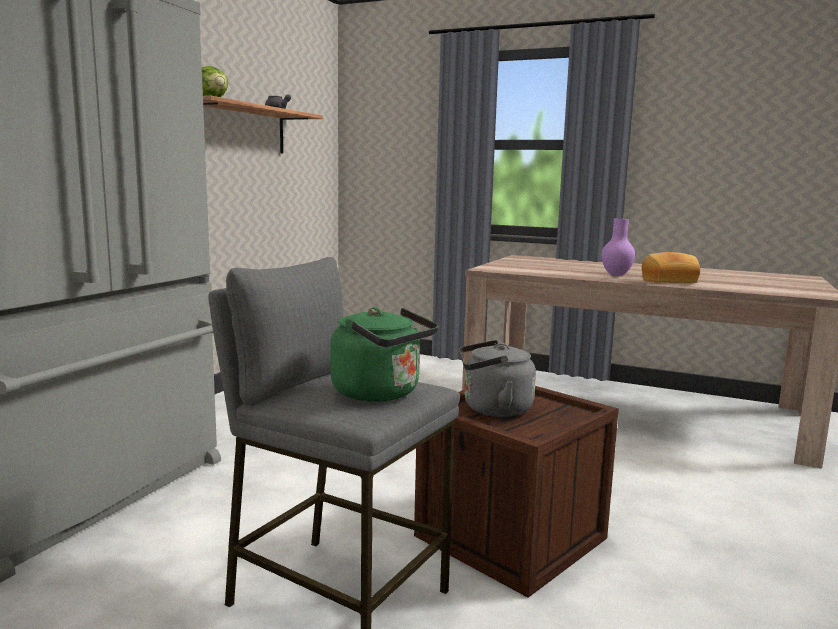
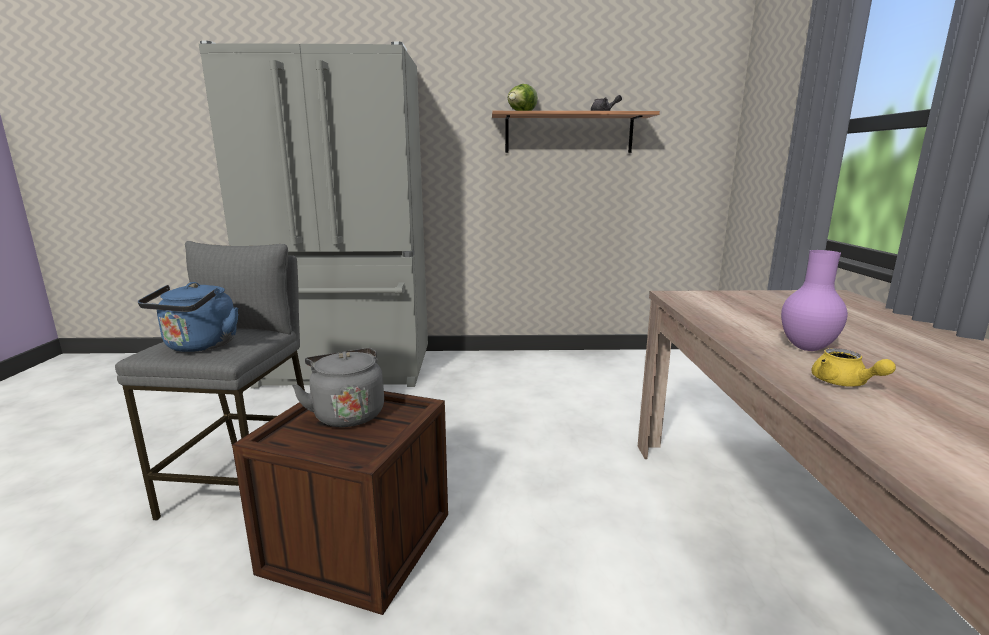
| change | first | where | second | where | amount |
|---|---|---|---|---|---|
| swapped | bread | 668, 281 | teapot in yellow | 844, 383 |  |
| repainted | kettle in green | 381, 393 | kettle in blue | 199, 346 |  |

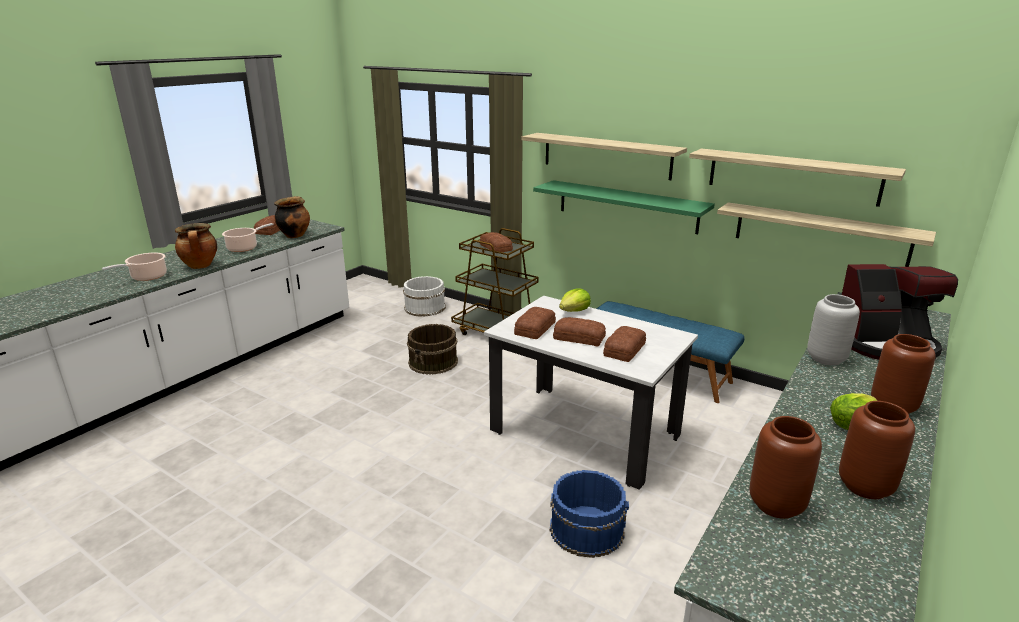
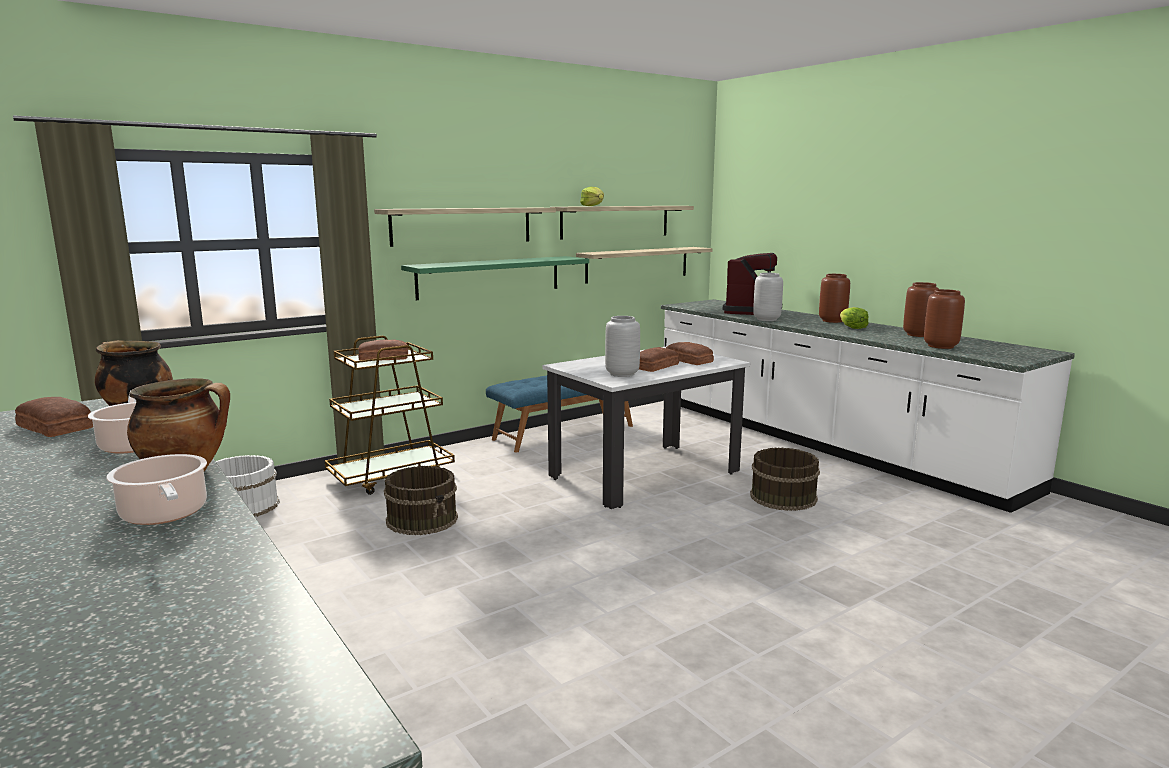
| change | first | where | second | where | amount |
|---|---|---|---|---|---|
| shifted | lettuce | 574, 311 |  | 593, 206 |  |
| swapped | bread | 534, 328 | vase in grey | 622, 374 |  |
| repainted | bucket in blue | 587, 529 | bucket in brown | 782, 497 |  |

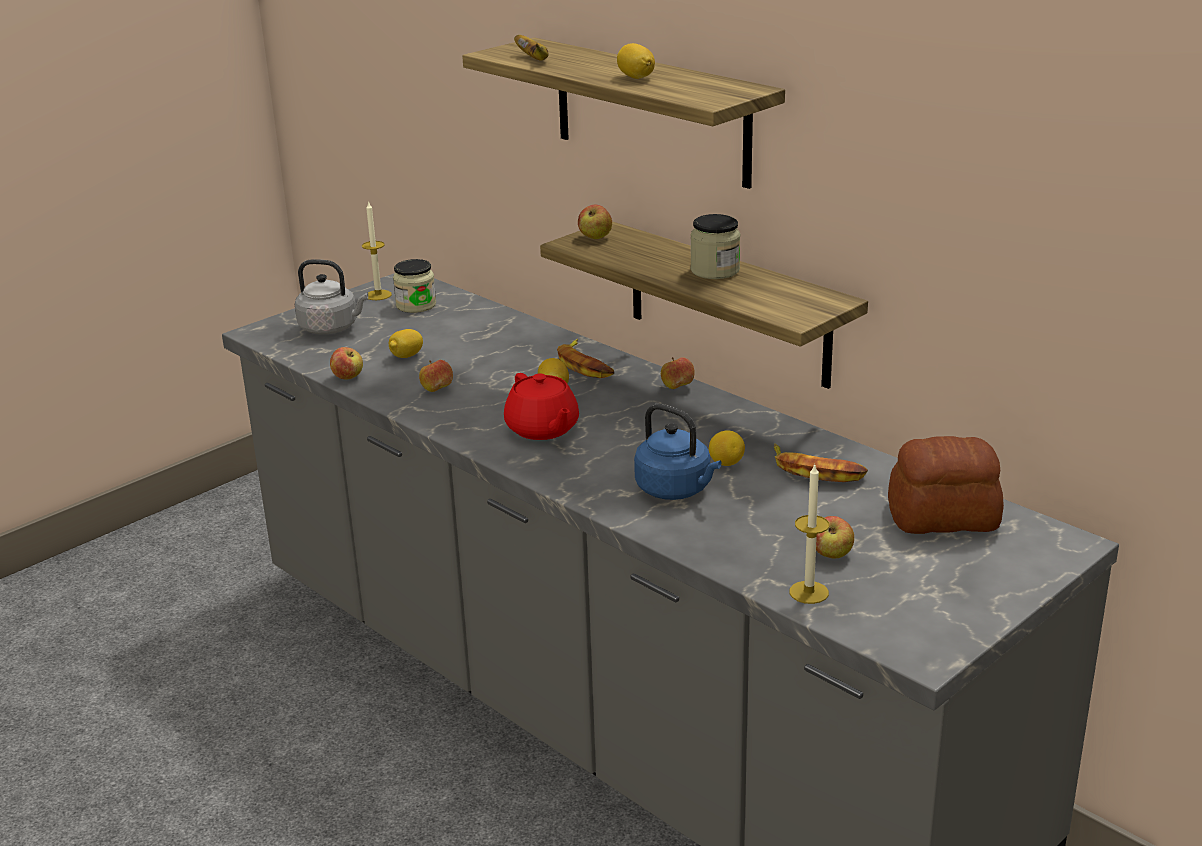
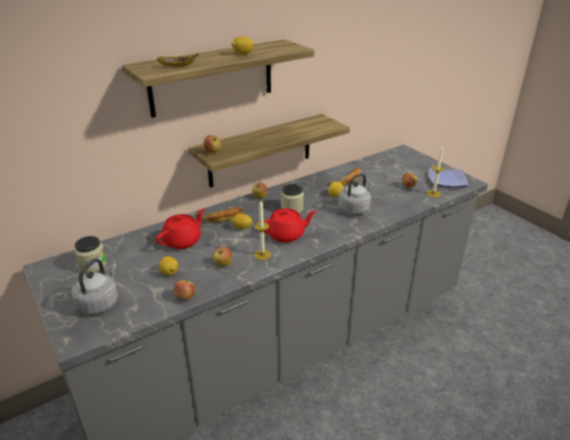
| change | first | where | second | where | amount |
|---|---|---|---|---|---|
| gone | bread | 944, 517 |  |  |  |
| new |  |  | teapot in red | 183, 241 |  |
| new |  |  | plate | 447, 180 |  |
| shifted | candle | 378, 295 |  | 262, 255 |  |
| shifted | jar | 715, 270 |  | 292, 209 |  |
| repainted | kettle in blue | 676, 490 | kettle in grey | 355, 209 |  |

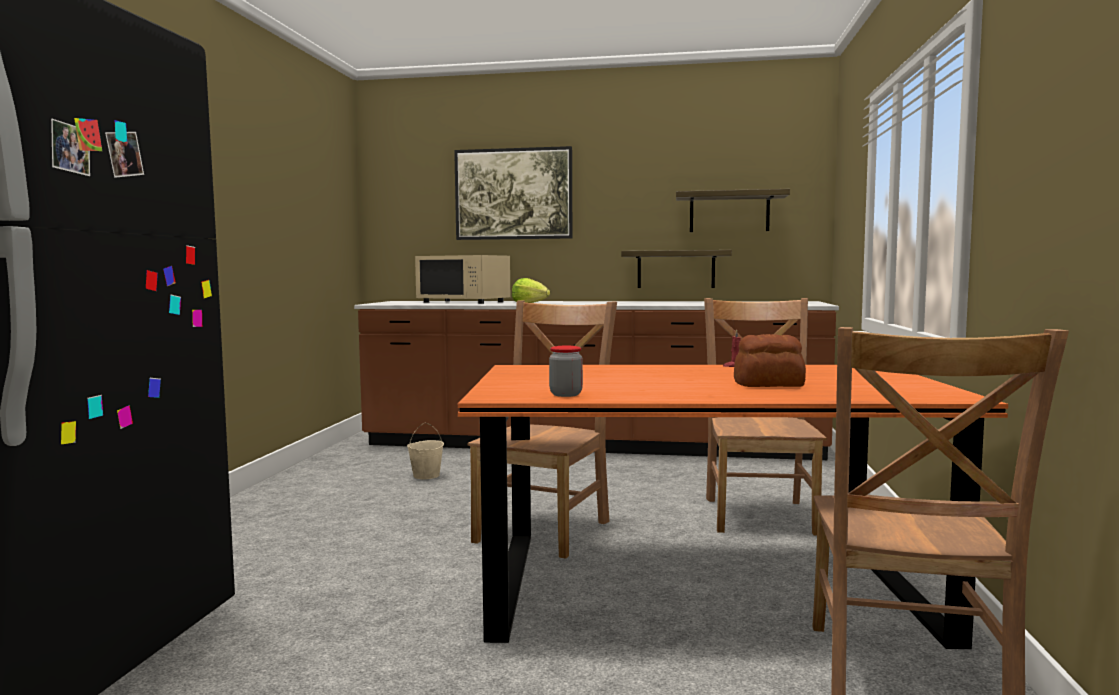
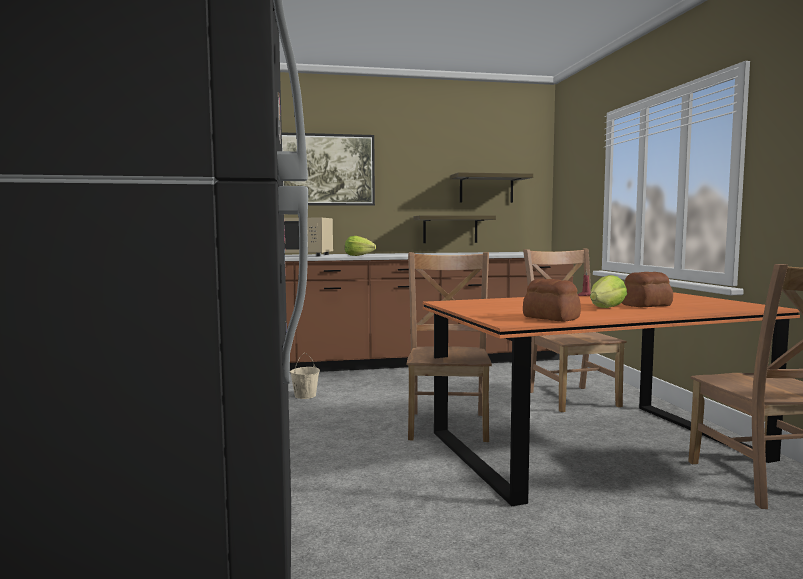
| change | first | where | second | where | amount |
|---|---|---|---|---|---|
| new |  |  | lettuce | 606, 308 |  |
| swapped | jar | 566, 394 | bread | 551, 318 |  |

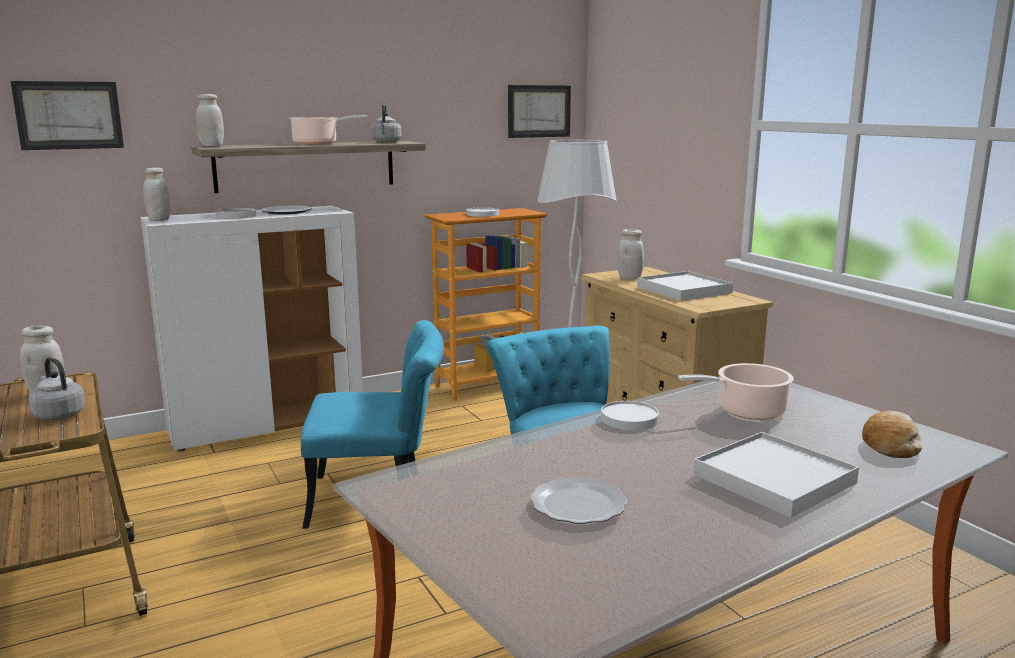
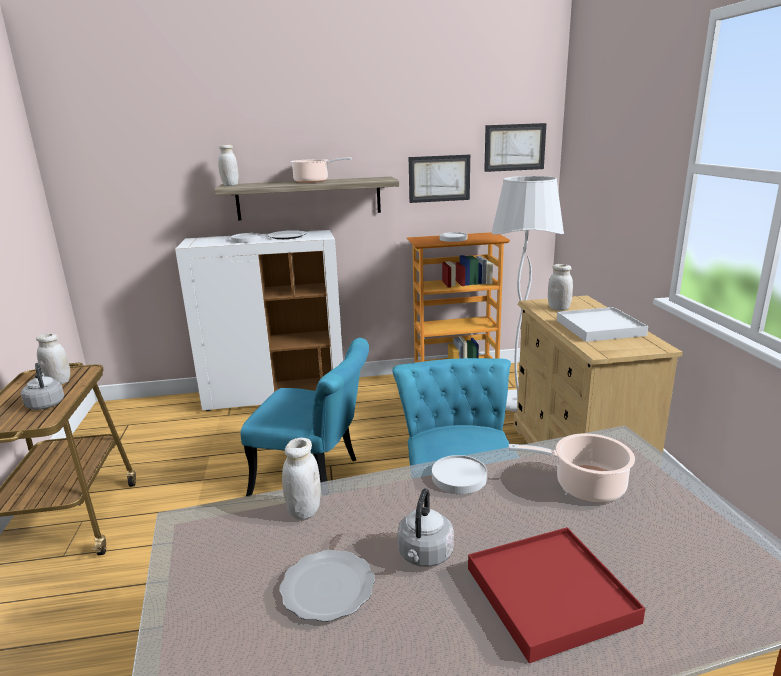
| change | first | where | second | where | amount |
|---|---|---|---|---|---|
| gone | bread | 890, 444 |  |  |  |
| shifted | picture | 69, 115 |  | 439, 178 |  |
| shifted | jar in white | 159, 220 |  | 304, 510 |  |
| shifted | kettle in grey | 386, 142 |  | 424, 556 |  |
| repainted | tray in white | 774, 479 | tray in red | 549, 595 |  |

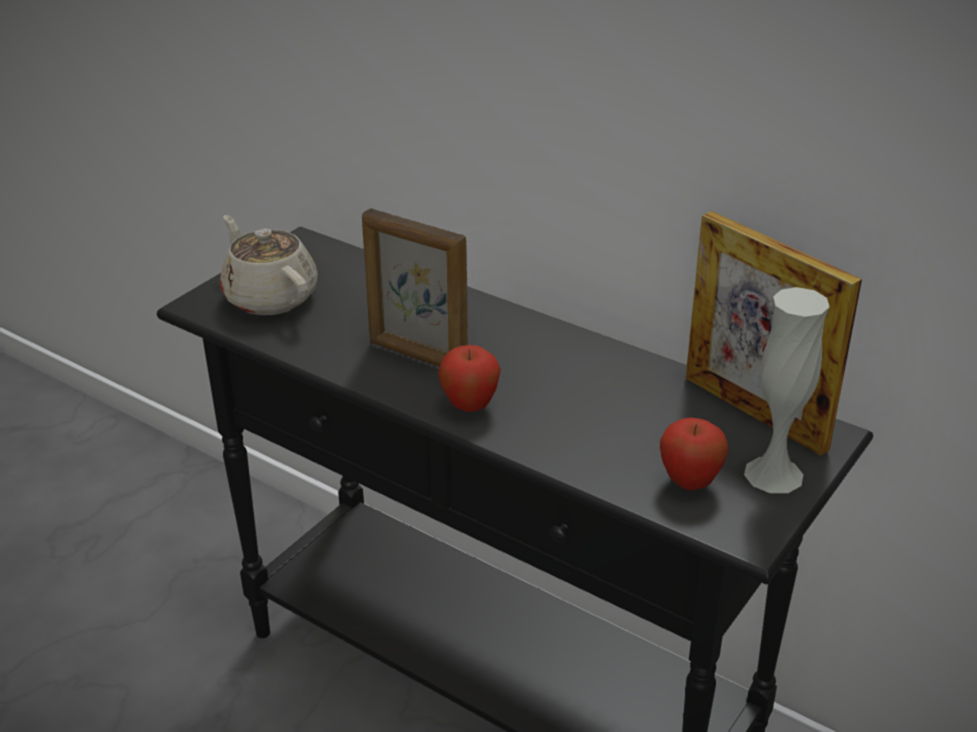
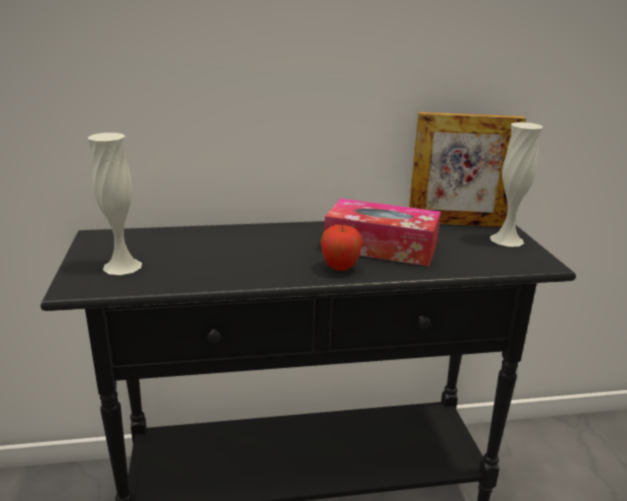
| change | first | where | second | where | amount |
|---|---|---|---|---|---|
| gone | picture frame | 417, 356 |  |  |  |
| gone | apple | 689, 482 |  |  |  |
| new |  |  | tissue box | 381, 247 |  |
| swapped | teapot in beige | 270, 297 | vase in white | 122, 266 |  |

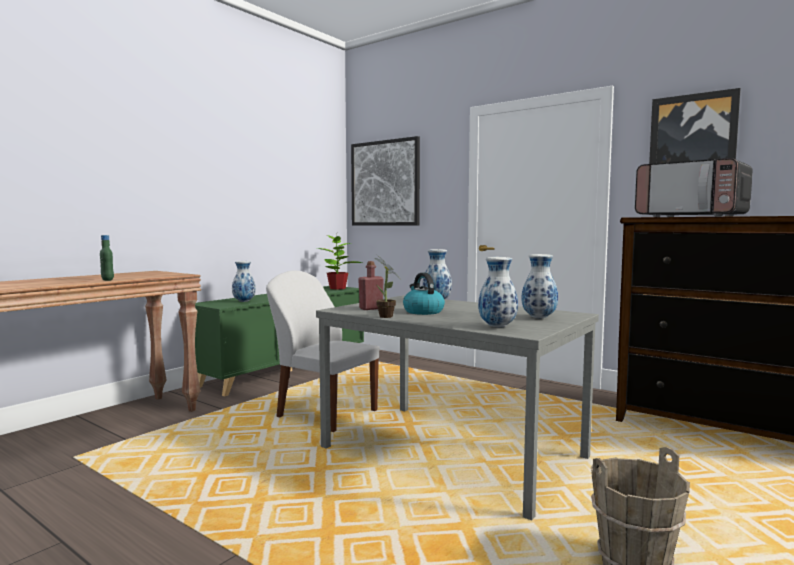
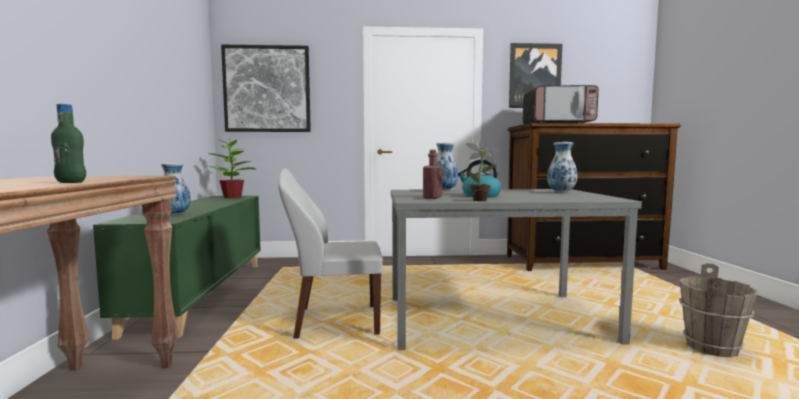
| change | first | where | second | where | amount |
|---|---|---|---|---|---|
| gone | vase | 498, 326 |  |  |  |

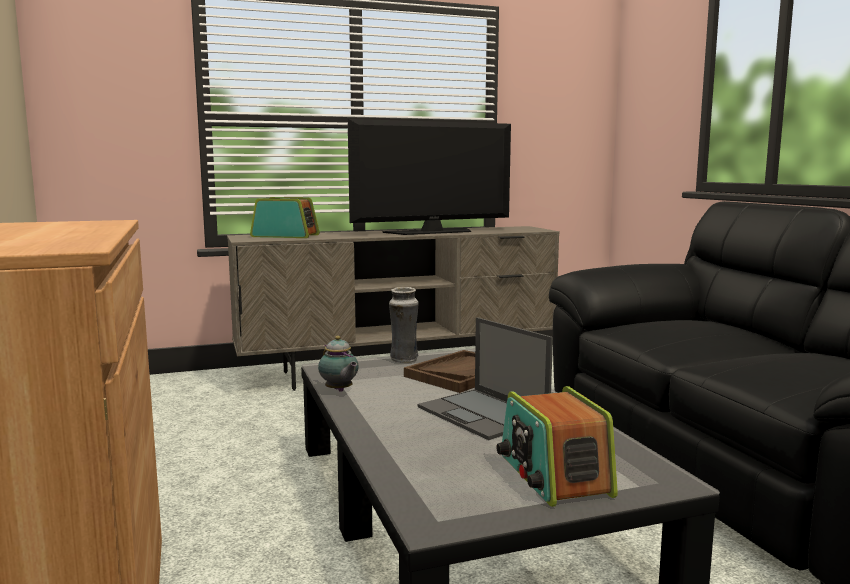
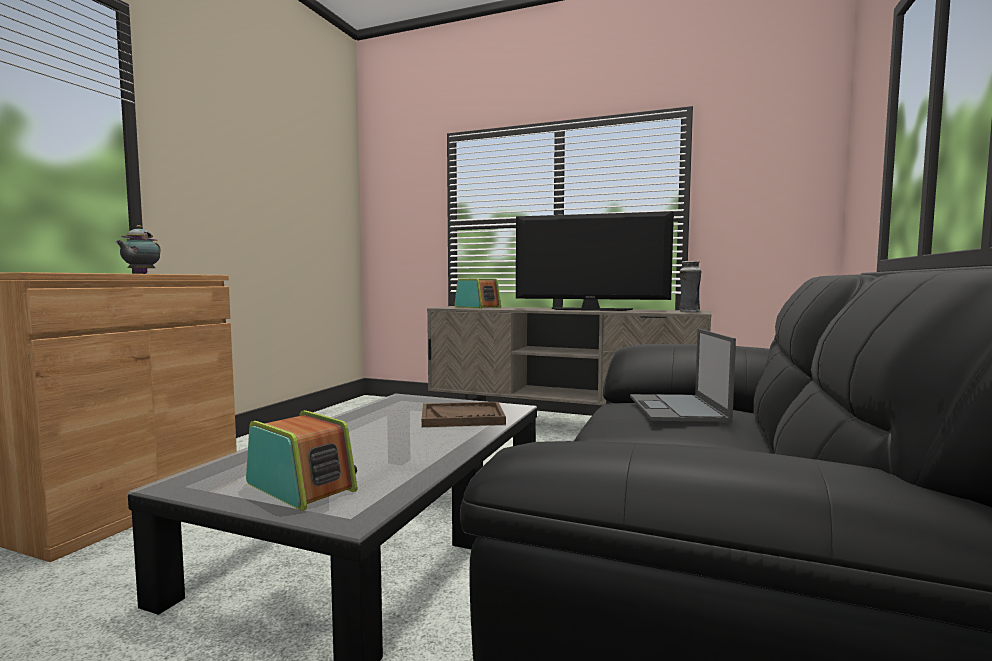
| change | first | where | second | where | amount |
|---|---|---|---|---|---|
| shifted | teapot | 339, 391 |  | 140, 273 |  |
| shifted | vase | 404, 360 |  | 689, 312 |  |
| shifted | laptop | 483, 414 |  | 677, 409 |  |
| rotated | radio | 553, 475 |  | 301, 487 | 105 degrees clockwise |

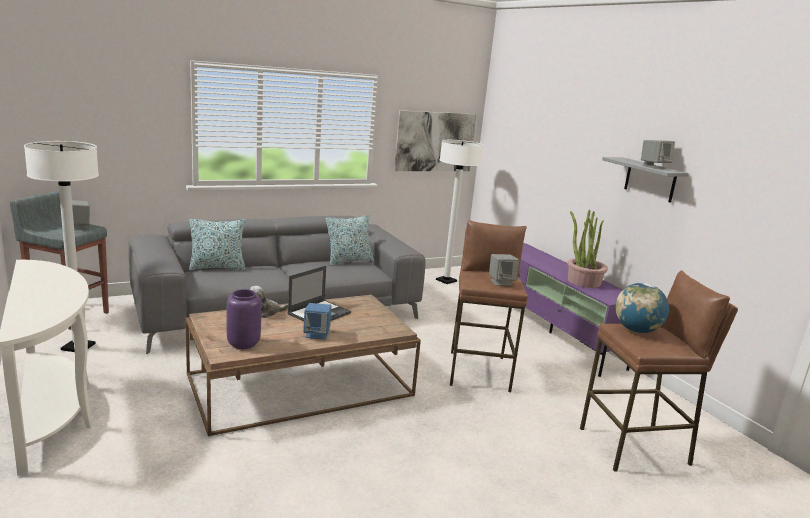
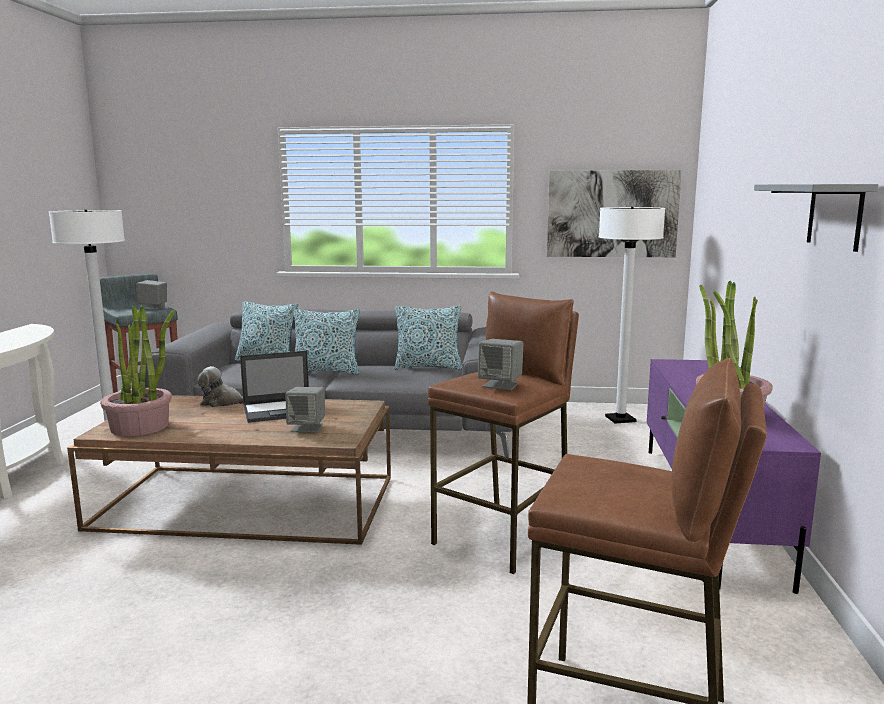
| change | first | where | second | where | amount |
|---|---|---|---|---|---|
| gone | speaker in blue | 317, 334 |  |  |  |
| gone | globe | 636, 330 |  |  |  |
| new |  |  | pillow | 327, 371 |  |
| shifted | speaker in grey | 654, 166 |  | 307, 427 |  |
| swapped | vase in purple | 243, 344 | potted plant | 140, 426 |  |

